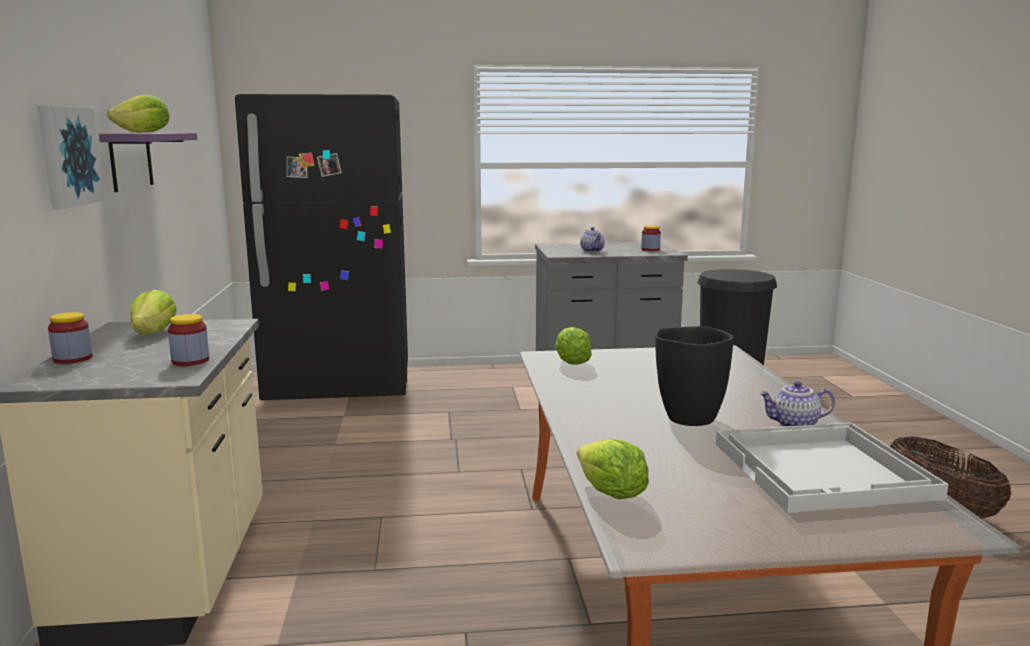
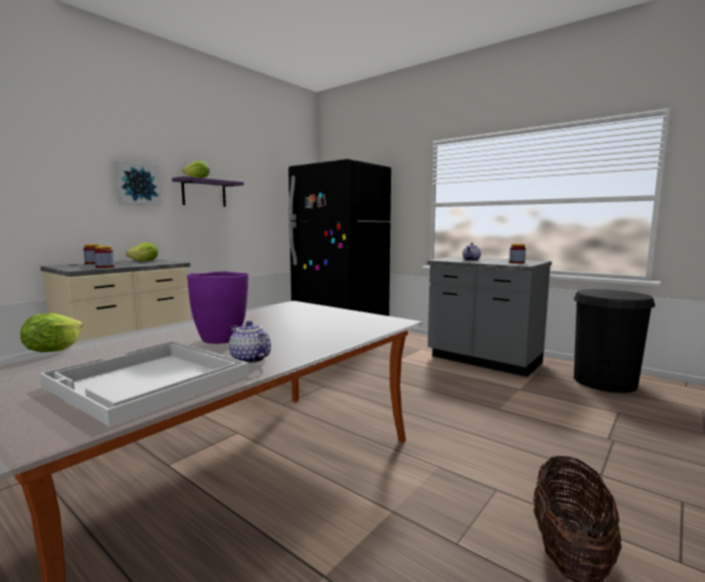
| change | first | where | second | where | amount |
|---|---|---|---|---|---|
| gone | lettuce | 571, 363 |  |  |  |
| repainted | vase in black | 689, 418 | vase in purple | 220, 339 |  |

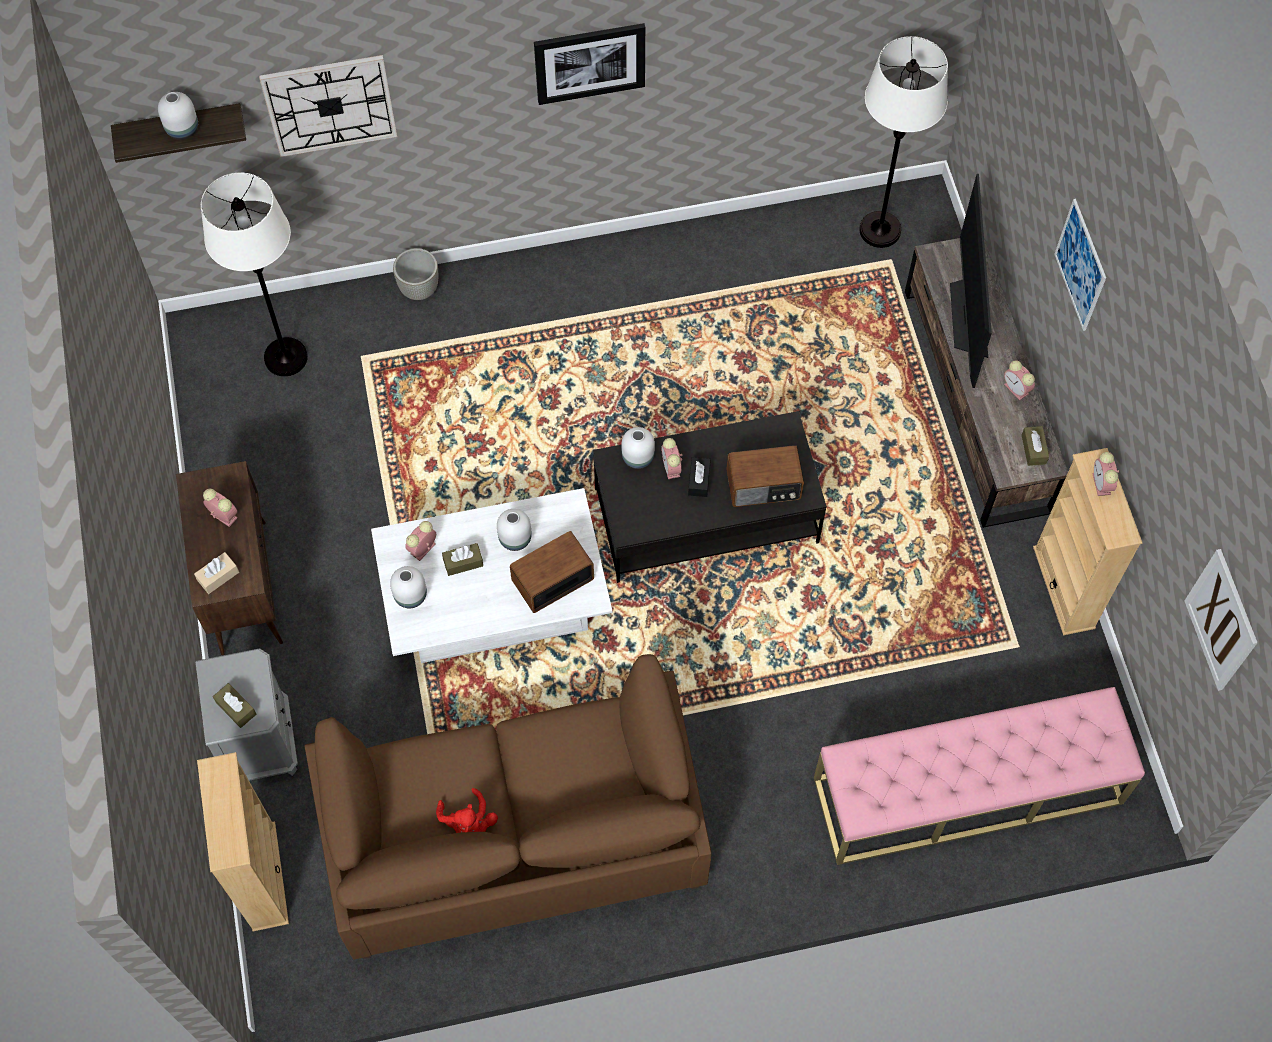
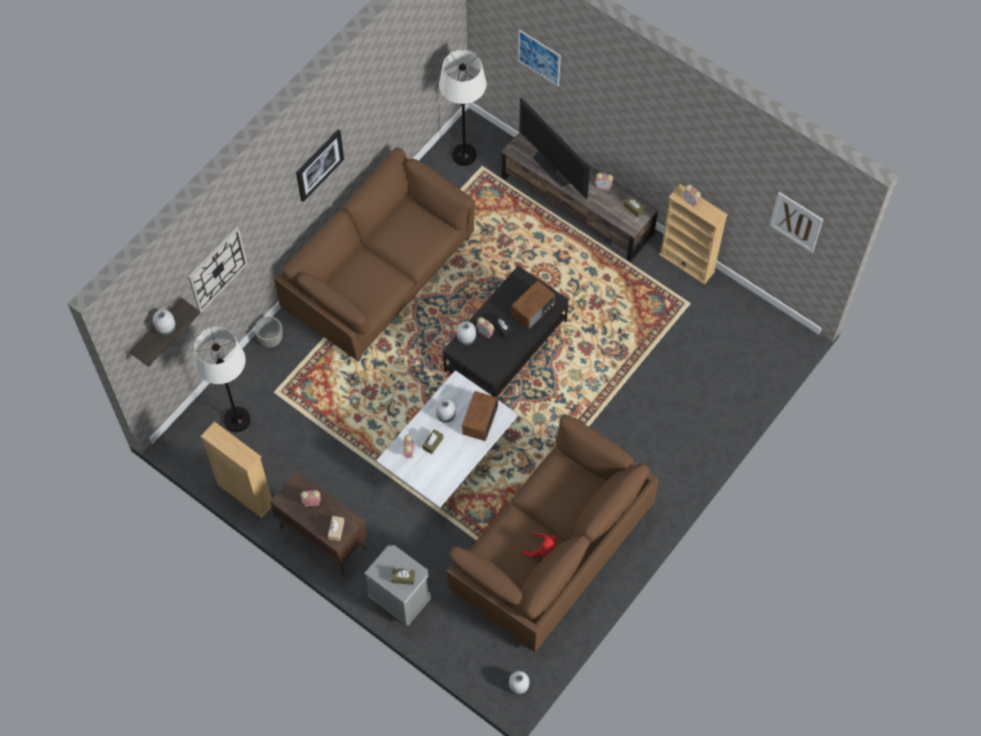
| change | first | where | second | where | amount |
|---|---|---|---|---|---|
| gone | bench in pink | 967, 791 |  |  |  |
| new |  |  | sofa in brown | 379, 274 |  |
| shifted | bookcase in beige | 263, 876 |  | 245, 494 |  |
| shifted | vase in white | 409, 596 |  | 518, 687 |  |
| shifted | picture | 1080, 265 |  | 539, 57 |  |

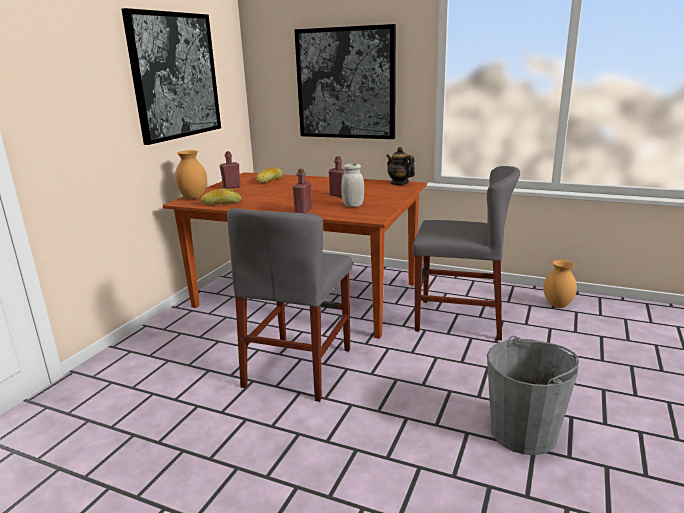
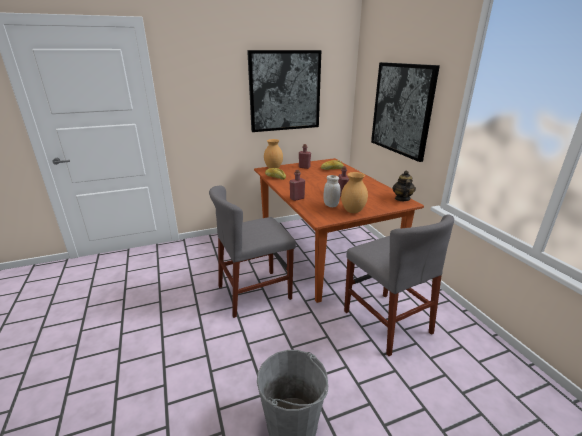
| change | first | where | second | where | amount |
|---|---|---|---|---|---|
| shifted | vase in brown | 557, 305 |  | 353, 211 |  |

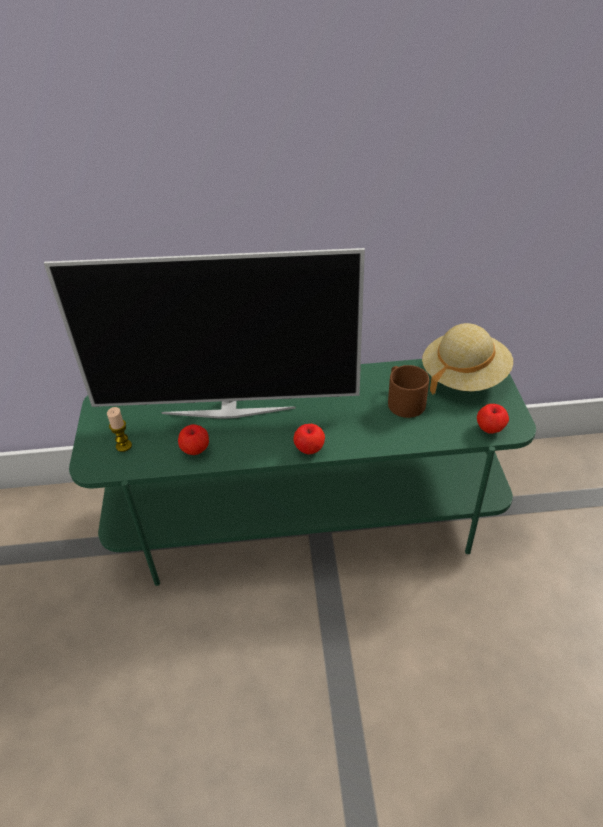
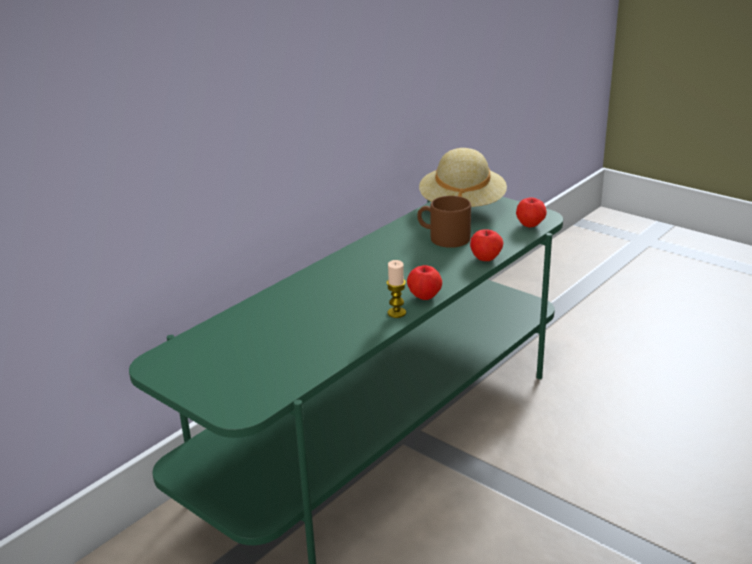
| change | first | where | second | where | amount |
|---|---|---|---|---|---|
| gone | television | 228, 409 |  |  |  |
| shifted | candle | 124, 446 |  | 396, 313 |  |
| shifted | apple | 195, 450 |  | 486, 258 |  |

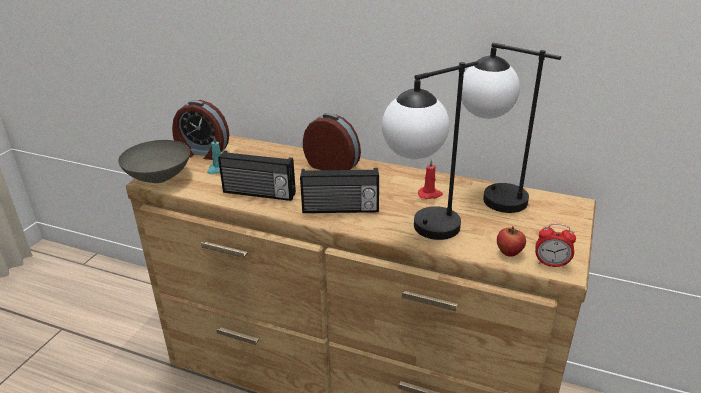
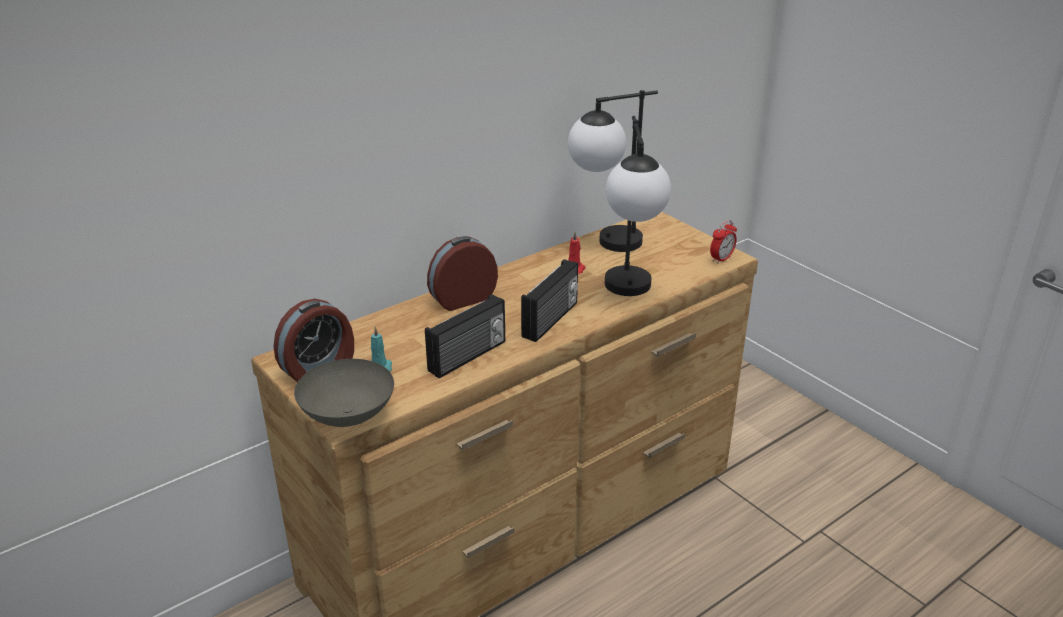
| change | first | where | second | where | amount |
|---|---|---|---|---|---|
| gone | apple | 509, 252 |  |  |  |

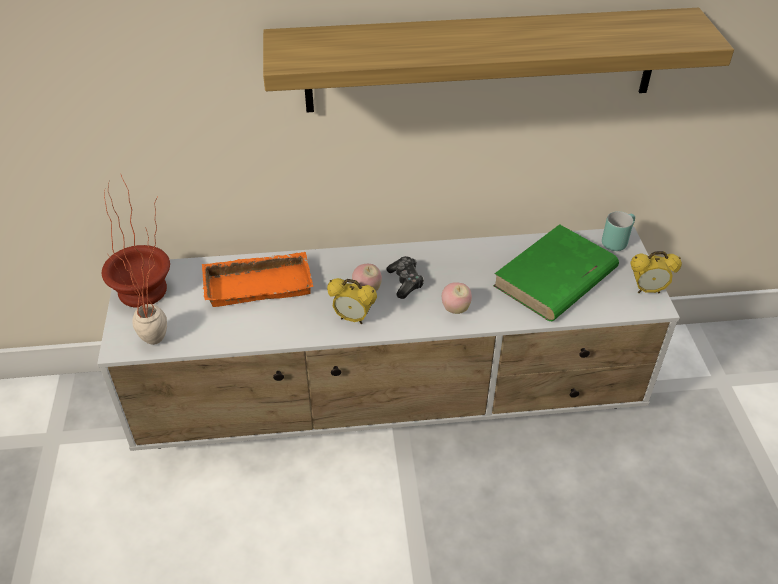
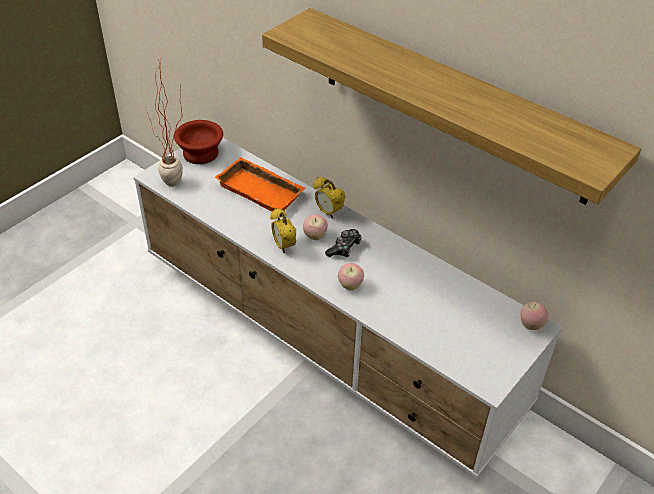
| change | first | where | second | where | amount |
|---|---|---|---|---|---|
| gone | book in green | 554, 278 |  |  |  |
| shifted | alarm clock | 647, 290 |  | 328, 212 |  |
| swapped | mug in turquoise | 616, 240 | apple | 530, 325 |  |

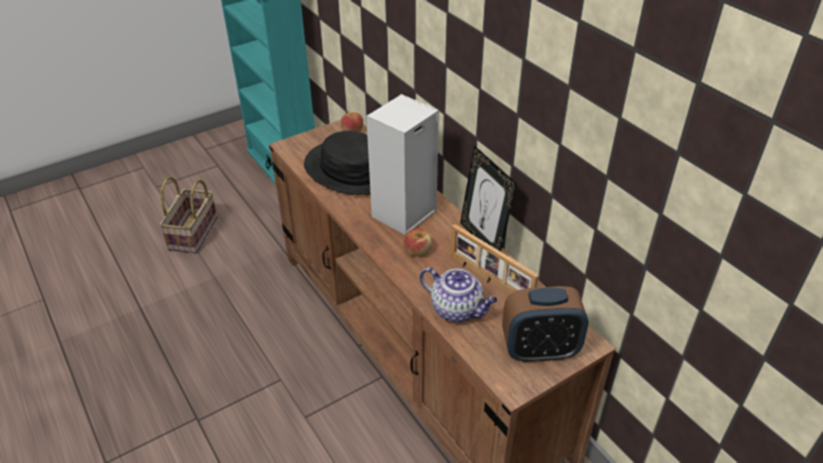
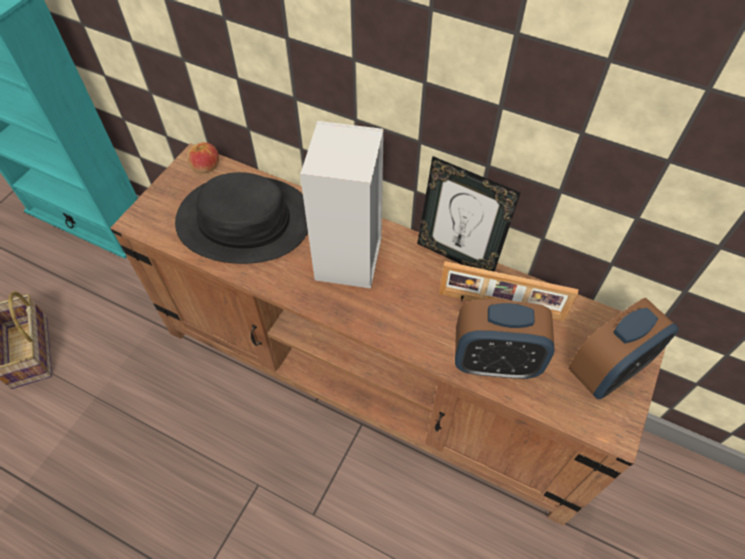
| change | first | where | second | where | amount |
|---|---|---|---|---|---|
| gone | apple | 417, 251 |  |  |  |
| swapped | teapot | 457, 310 | alarm clock | 495, 361 |  |

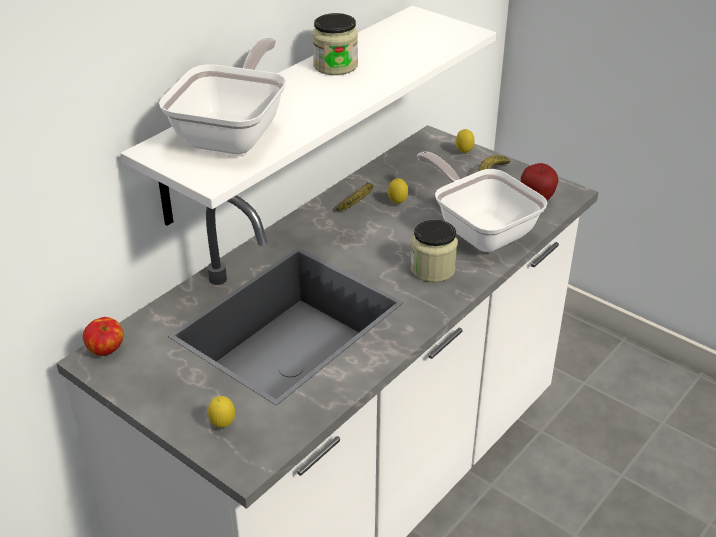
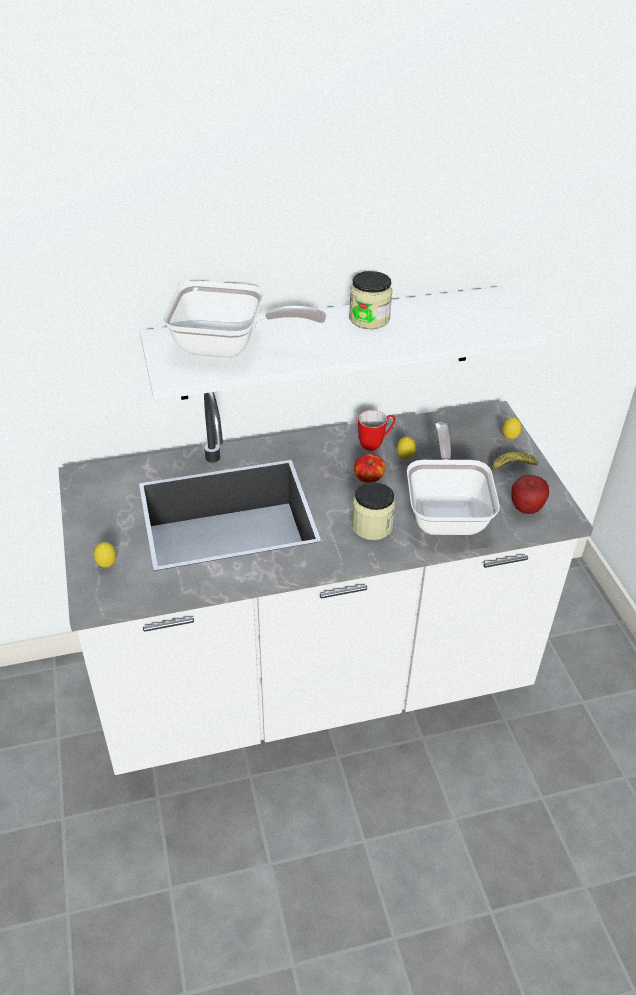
| change | first | where | second | where | amount |
|---|---|---|---|---|---|
| shifted | apple | 106, 350 |  | 368, 479 |  |
| swapped | banana | 358, 202 | mug | 376, 443 |  |
| rotated | frying pan | 235, 133 |  | 228, 346 | 45 degrees clockwise |

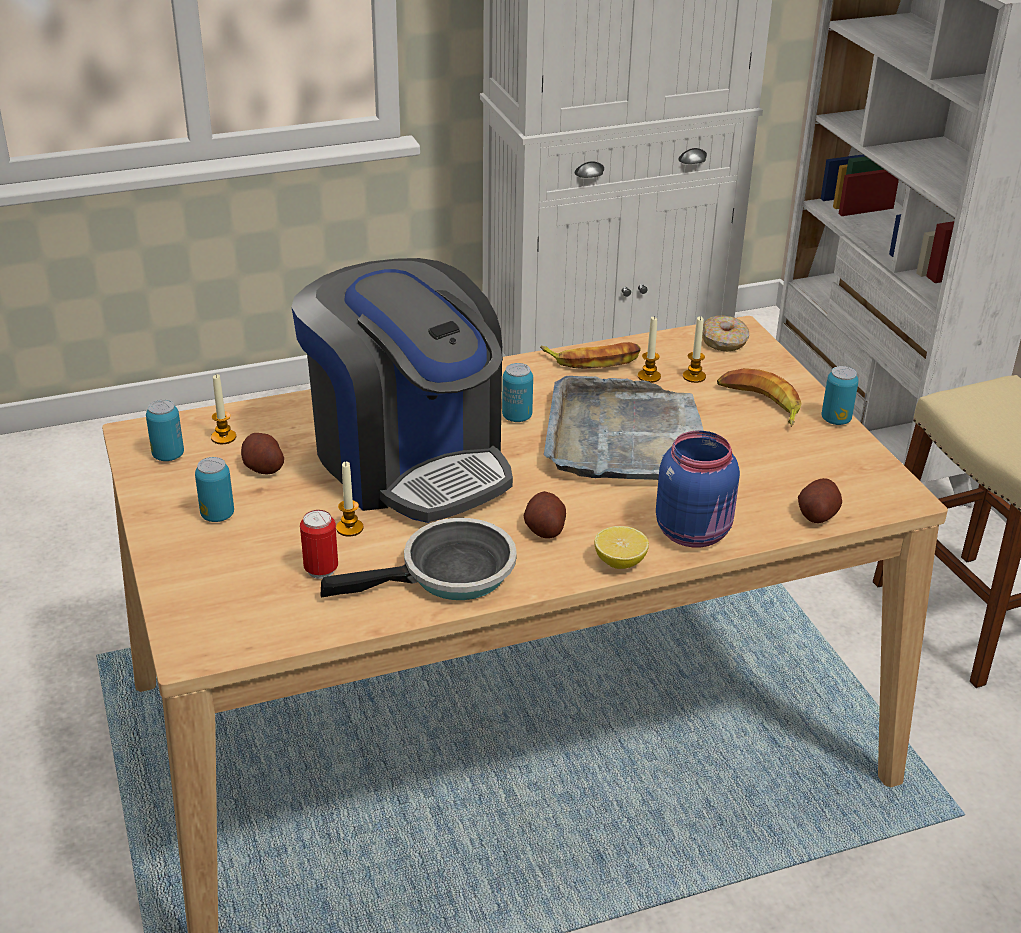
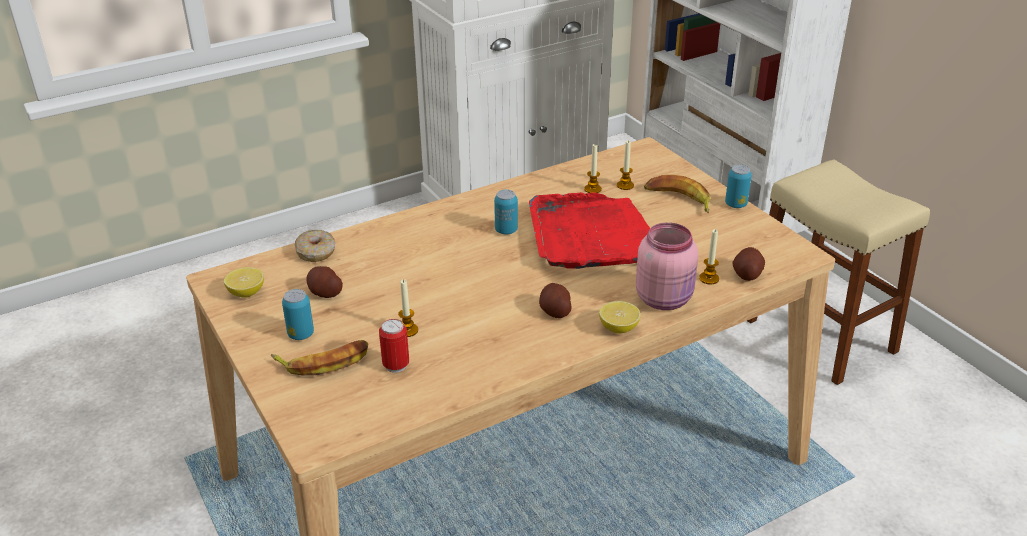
| change | first | where | second | where | amount |
|---|---|---|---|---|---|
| gone | coffee machine | 409, 461 |  |  |  |
| gone | frying pan | 449, 575 |  |  |  |
| shifted | candle | 223, 437 |  | 709, 278 |  |
| shifted | banana | 593, 360 |  | 324, 362 |  |
| shifted | donut | 724, 341 |  | 316, 252 |  |
| swapped | can | 168, 455 | lemon | 246, 293 |  |
| repainted | tray in grey | 626, 439 | tray in red | 592, 236 |  |
| repainted | jar in blue | 695, 532 | jar in pink | 665, 298 |  |

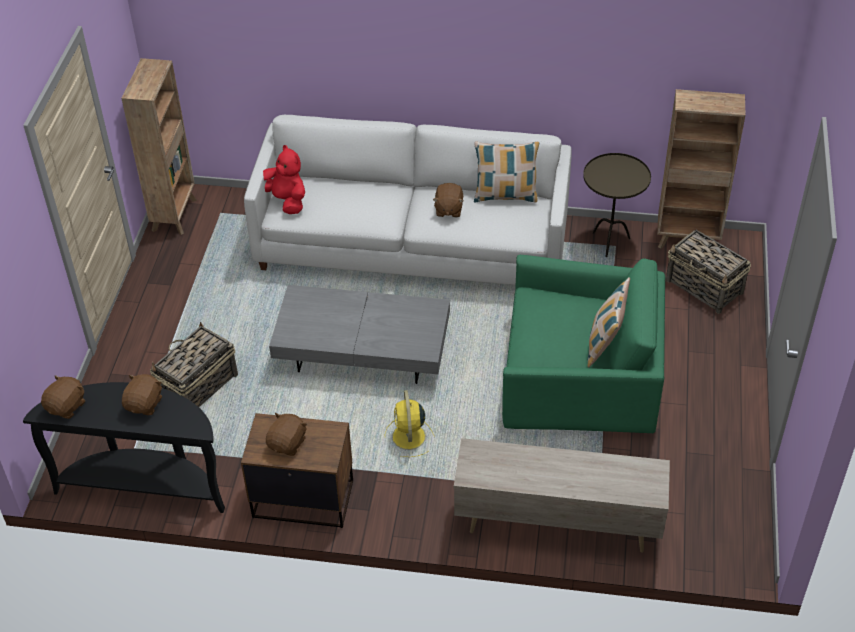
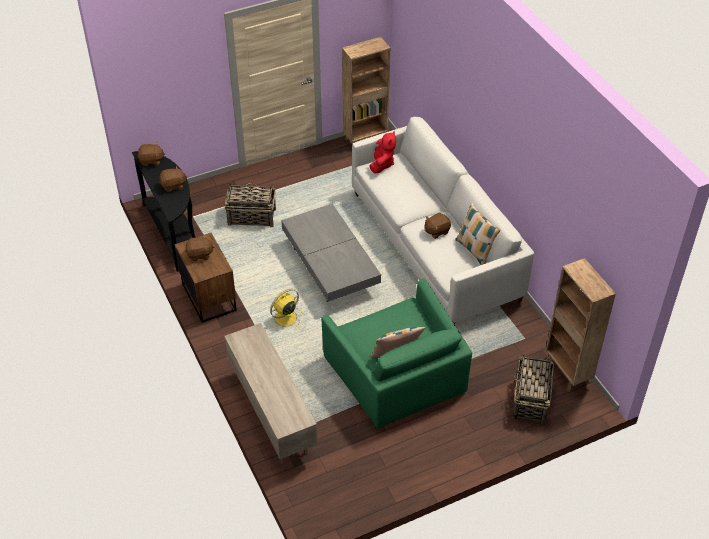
| change | first | where | second | where | amount |
|---|---|---|---|---|---|
| gone | side table in brown | 609, 242 |  |  |  |

